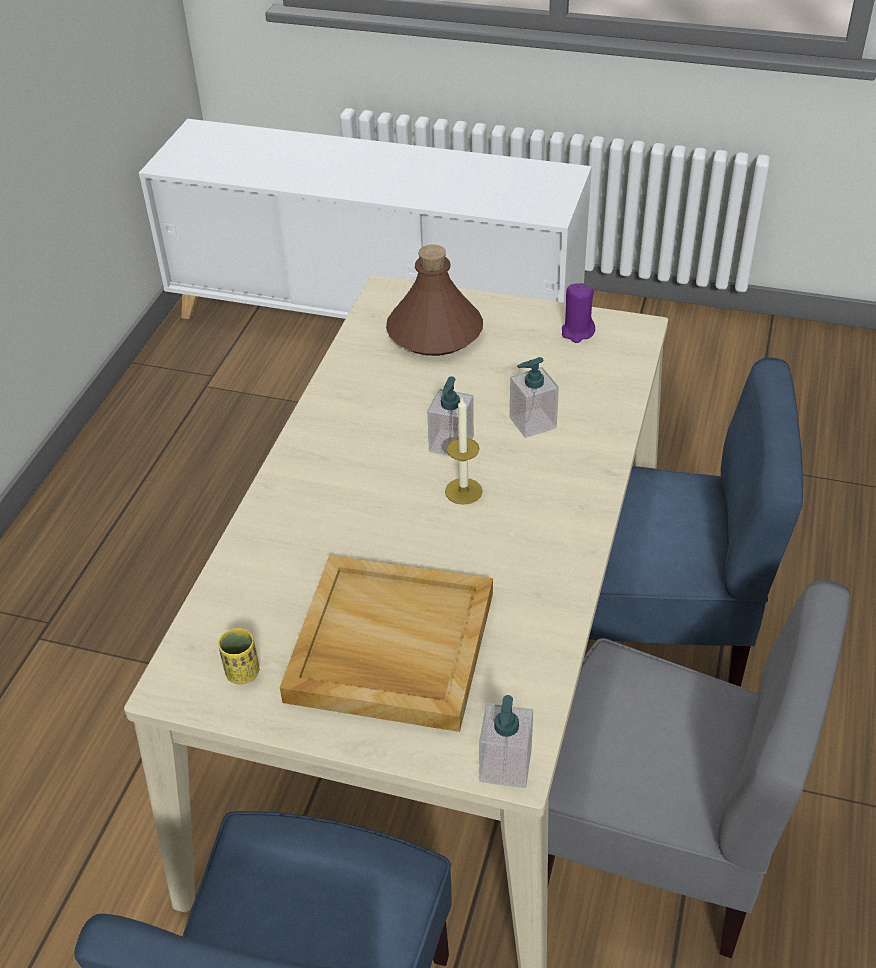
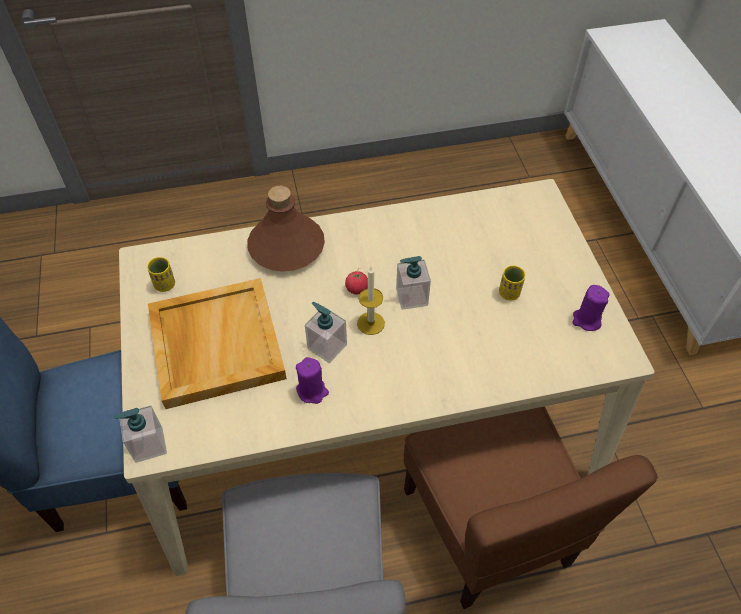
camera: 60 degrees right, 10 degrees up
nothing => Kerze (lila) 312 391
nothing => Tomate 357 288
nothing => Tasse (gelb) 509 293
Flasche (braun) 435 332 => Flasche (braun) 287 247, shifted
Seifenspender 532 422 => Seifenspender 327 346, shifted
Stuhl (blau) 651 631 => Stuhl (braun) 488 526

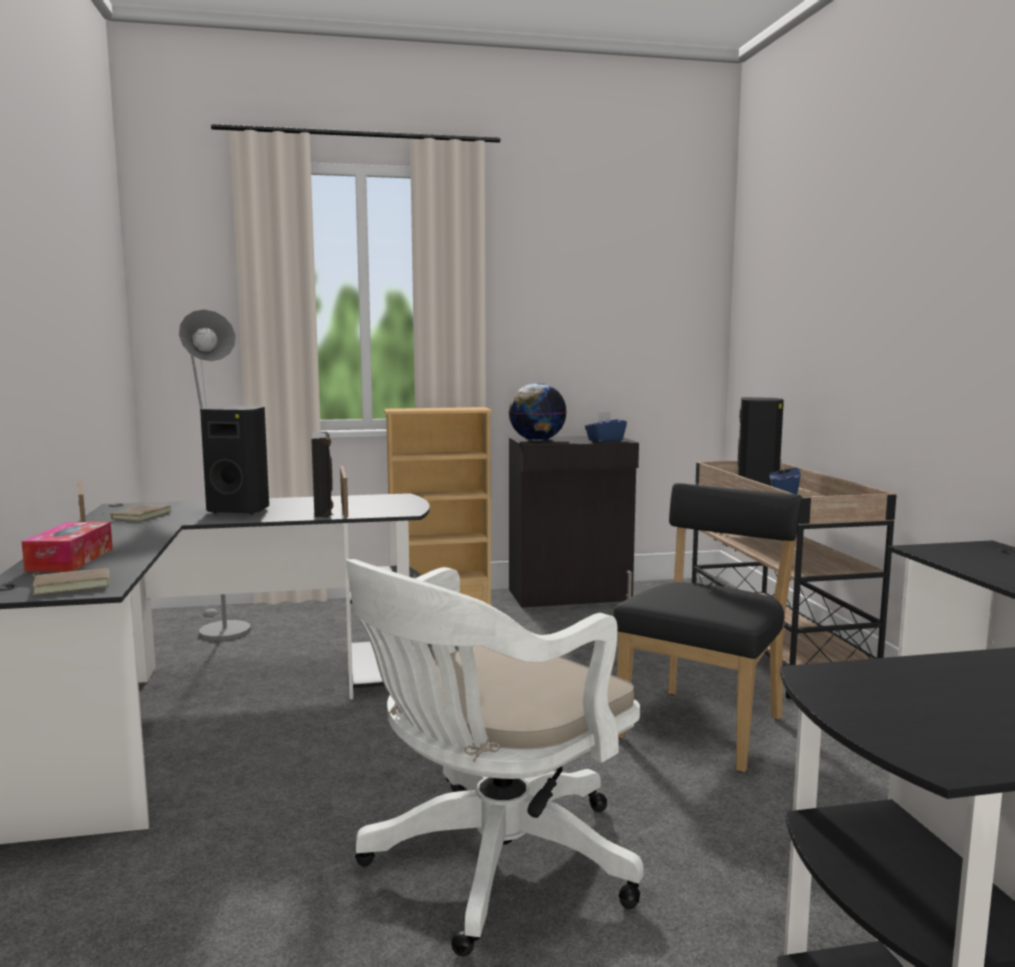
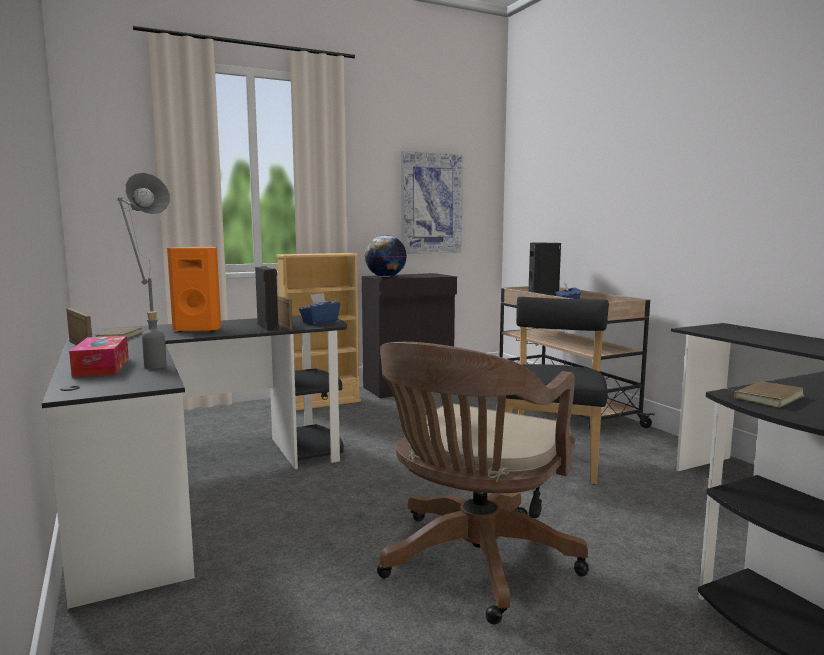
camera: 15 degrees left, 0 degrees up
nothing => Flasche (grau) 155 366
nothing => Bild 431 203
Buch (braun) 73 585 => Buch (braun) 766 397, shifted
Taschentuchbox (blau) 605 440 => Taschentuchbox (blau) 319 322, shifted
Lautsprecher (schwarz) 240 510 => Lautsprecher (orange) 199 329
Bürostuhl (weiß) 490 866 => Bürostuhl (braun) 473 564

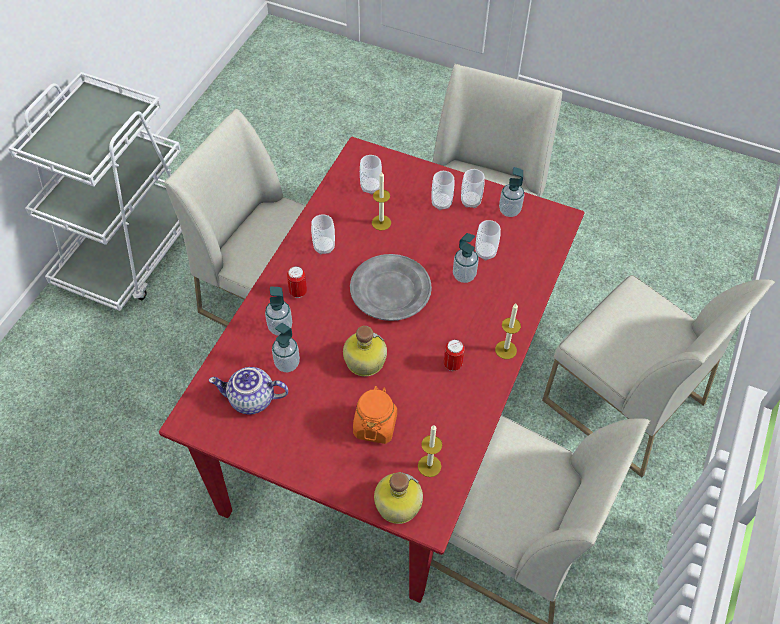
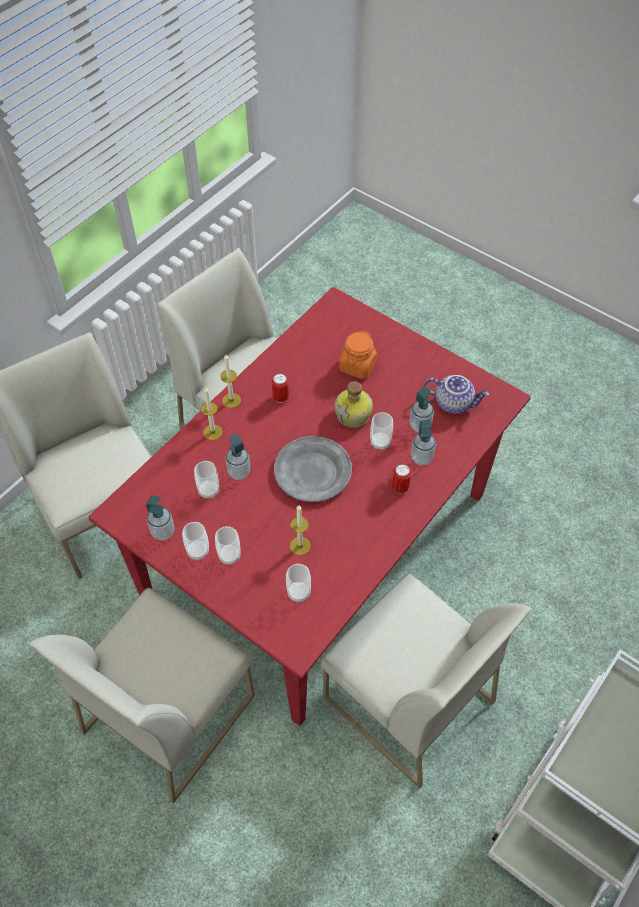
camera: 165 degrees left, 0 degrees up
Flasche 396 504 => nothing
Tasse 324 247 => Tasse 380 442, shifted
Kerze 429 466 => Kerze 213 432, shifted

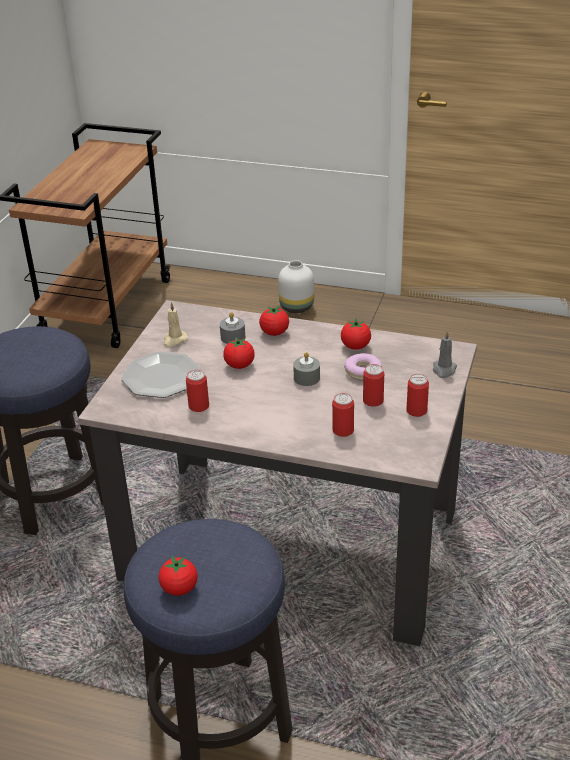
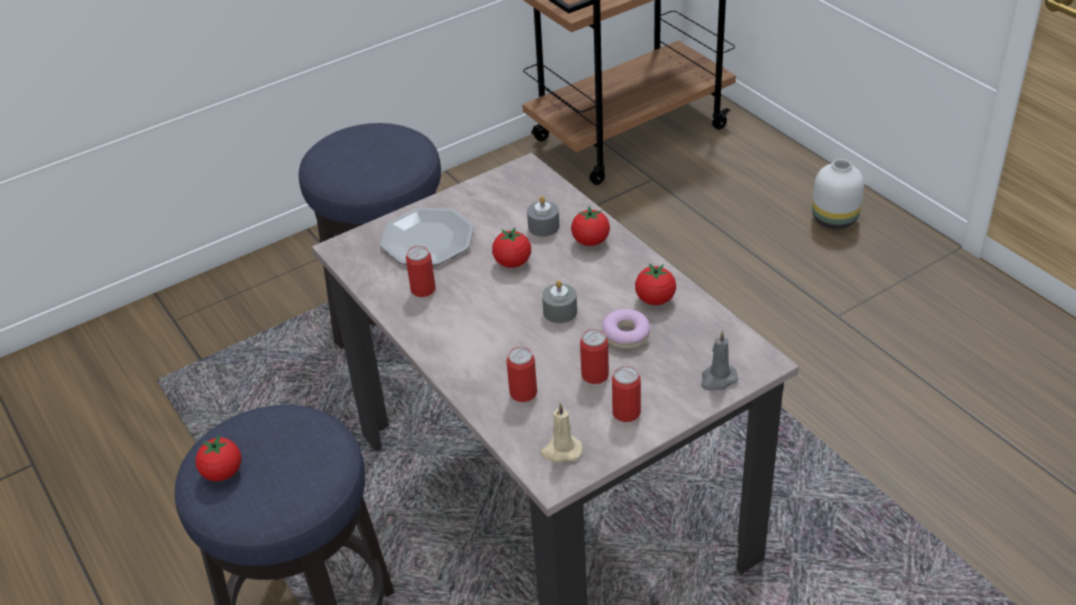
camera: 40 degrees right, 5 degrees up
Kerze (beige) 174 340 => Kerze (beige) 561 451, shifted

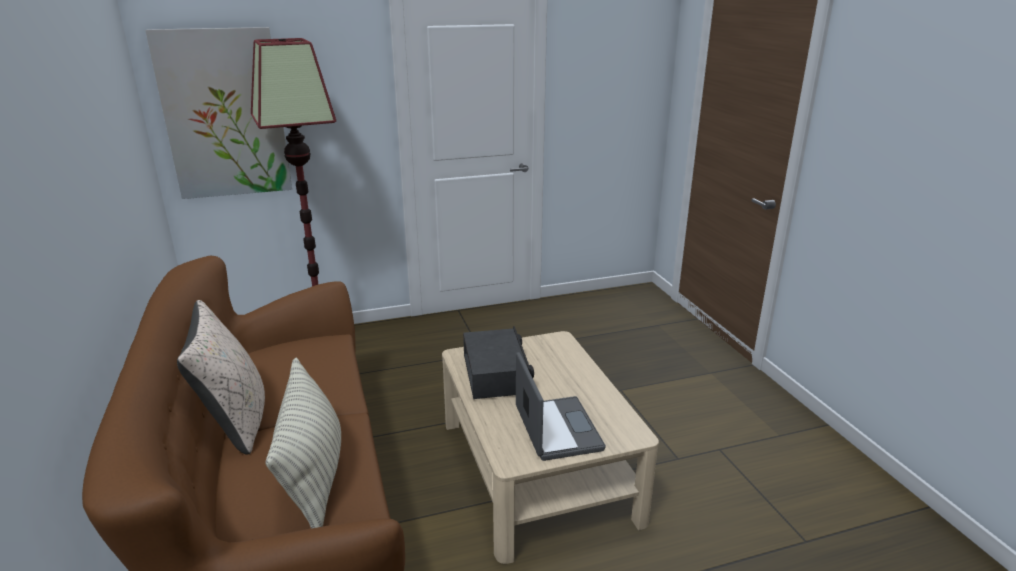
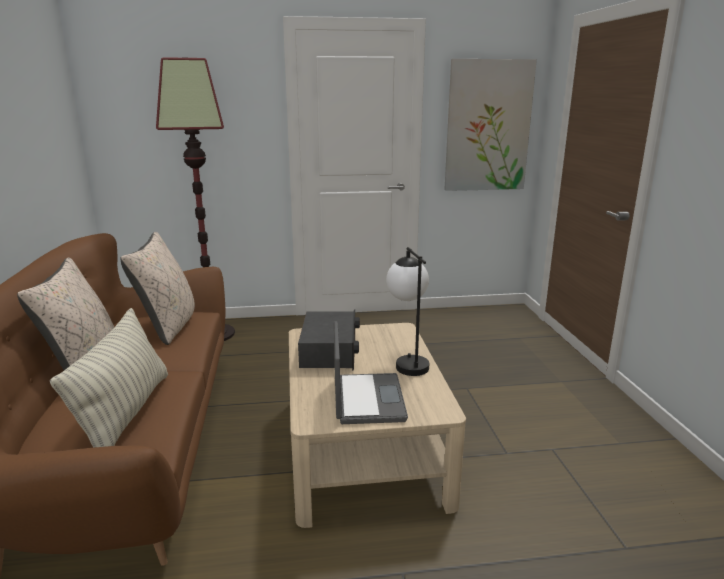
camera: 10 degrees right, 5 degrees down
nothing => Kissen (beige) 168 326
nothing => Tischlampe 407 361
Bild 224 114 => Bild 488 126, shifted

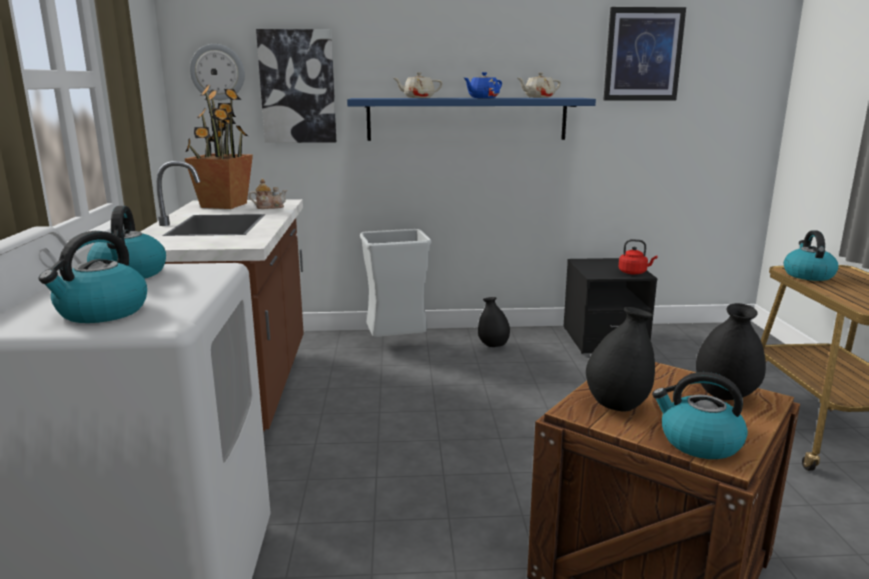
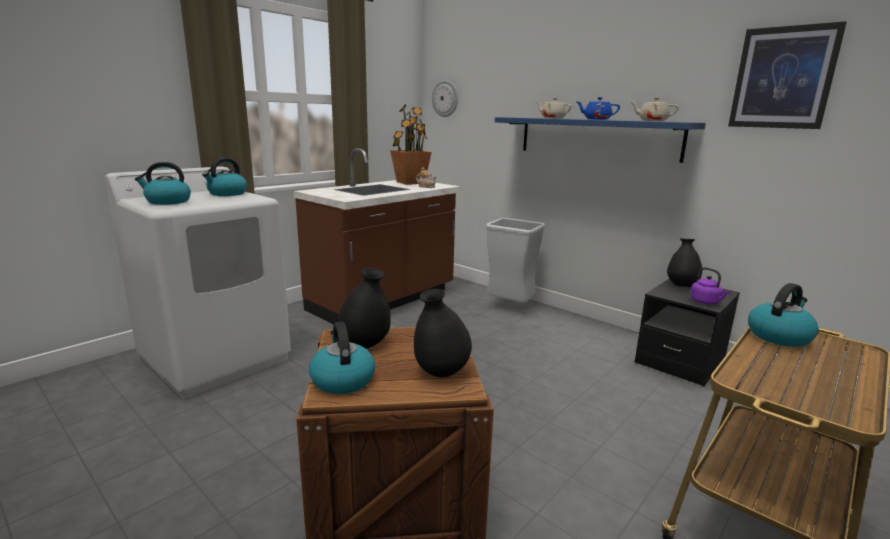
camera: 45 degrees right, 0 degrees up
Bild 298 87 => nothing
Vase (schwarz) 493 346 => Vase (schwarz) 681 286, shifted
Wasserkessel (rot) 634 272 => Wasserkessel (lila) 706 302

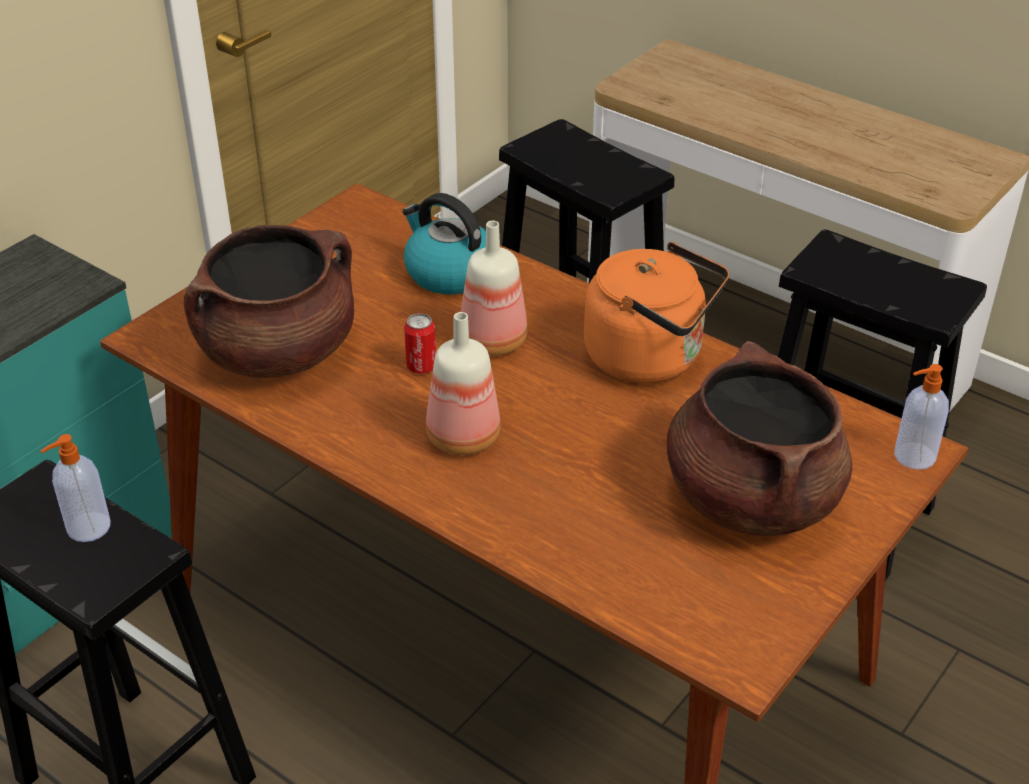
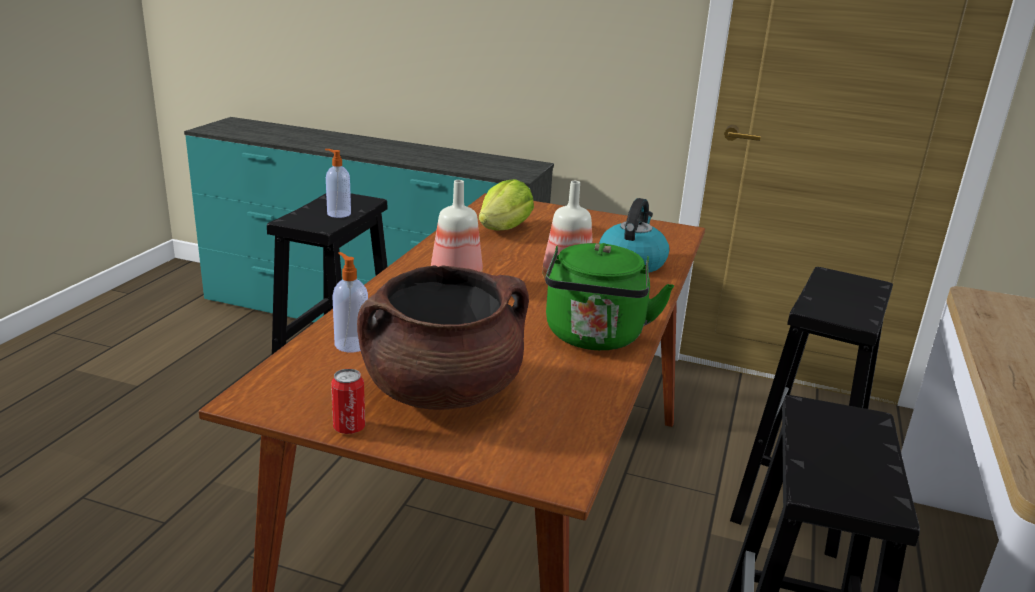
camera: 70 degrees right, 15 degrees down
Dose 421 367 => Dose 349 428, shifted
Seifenspender 913 456 => Seifenspender 351 344, shifted
Kochtopf (braun) 278 352 => Salatkopf 505 229
Wasserkessel (orange) 650 358 => Wasserkessel (grün) 594 338

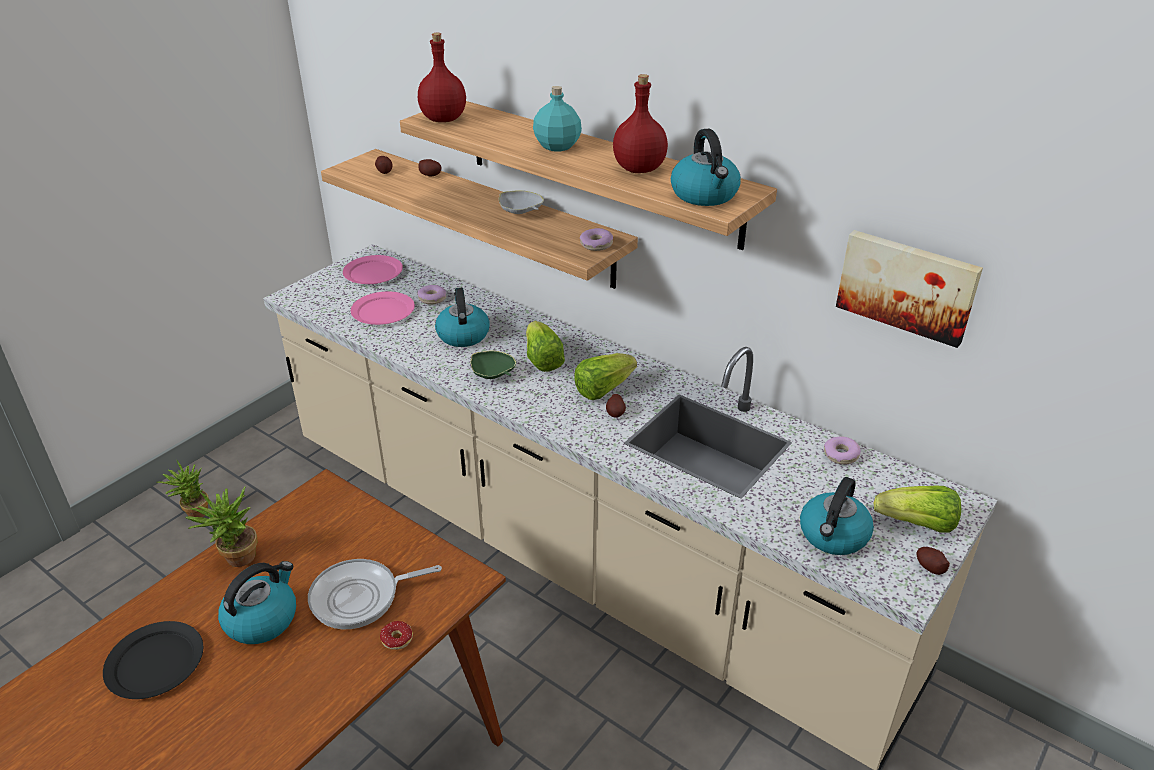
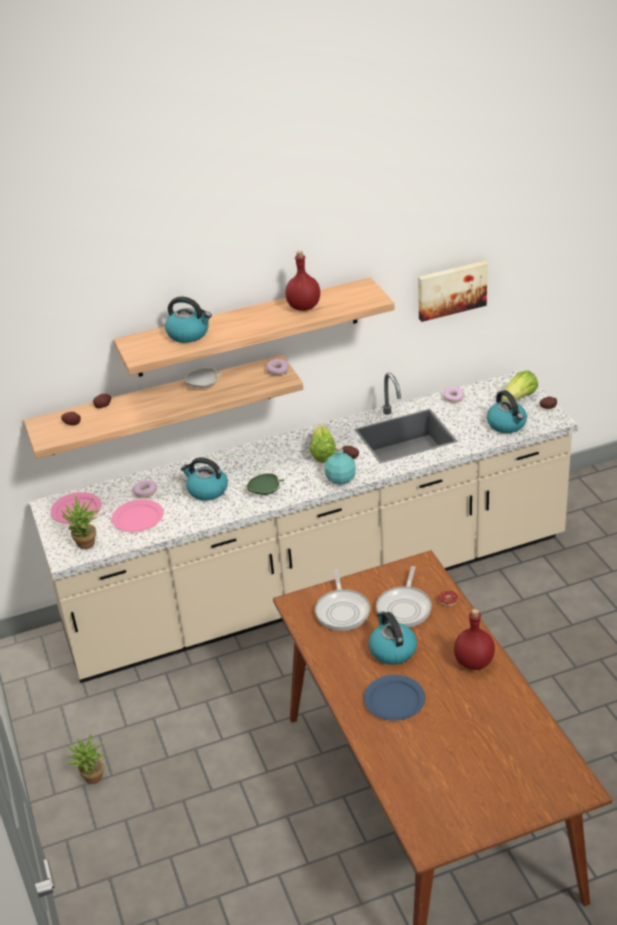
camera: 55 degrees left, 0 degrees up
Salatkopf 542 360 => nothing
nothing => Pfanne 342 610
Topfpflanze 235 560 => Topfpflanze 86 546, shifted
Flasche (rot) 443 119 => Flasche (rot) 474 662, shifted
Flasche (türkis) 558 146 => Flasche (türkis) 341 479, shifted
Wasserkessel 705 195 => Wasserkessel 189 334, shifted
Teller (schwarz) 155 662 => Teller (blau) 394 700

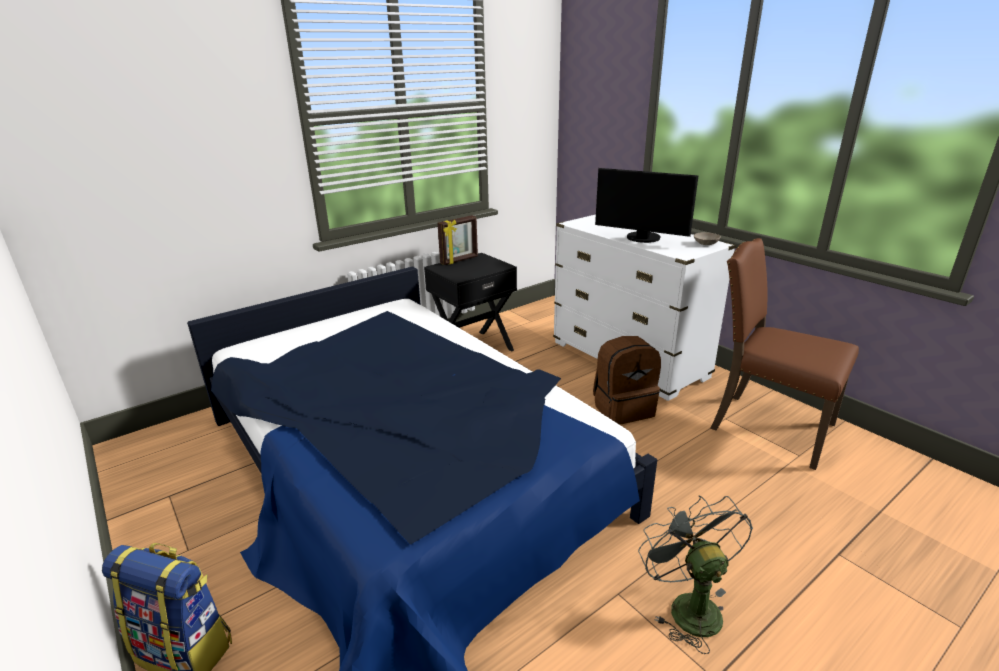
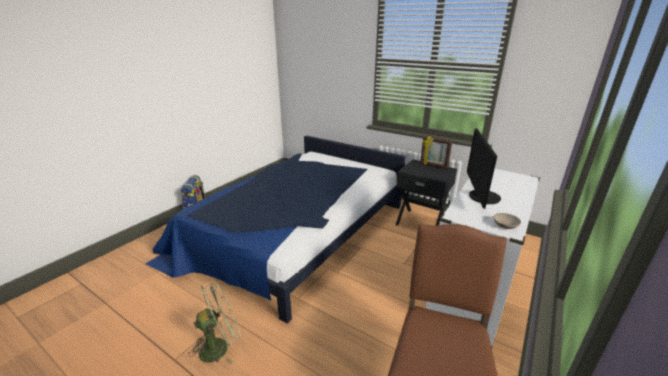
camera: 70 degrees right, 0 degrees up
Rucksack (braun) 623 408 => nothing
Ventilator (grau) 687 606 => Ventilator (grün) 220 346

